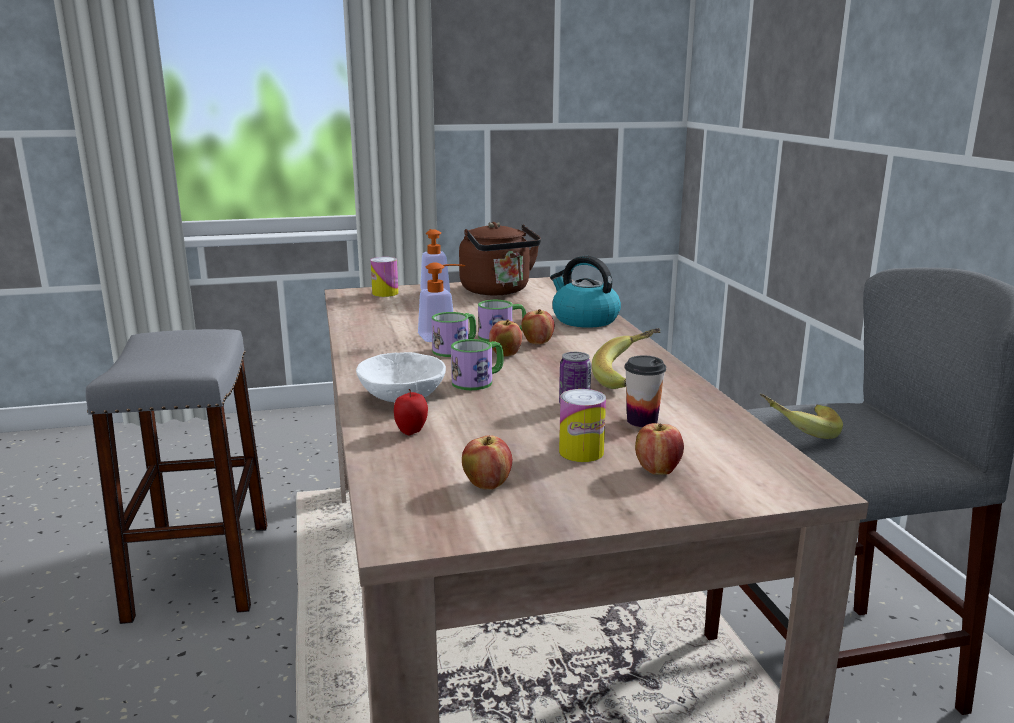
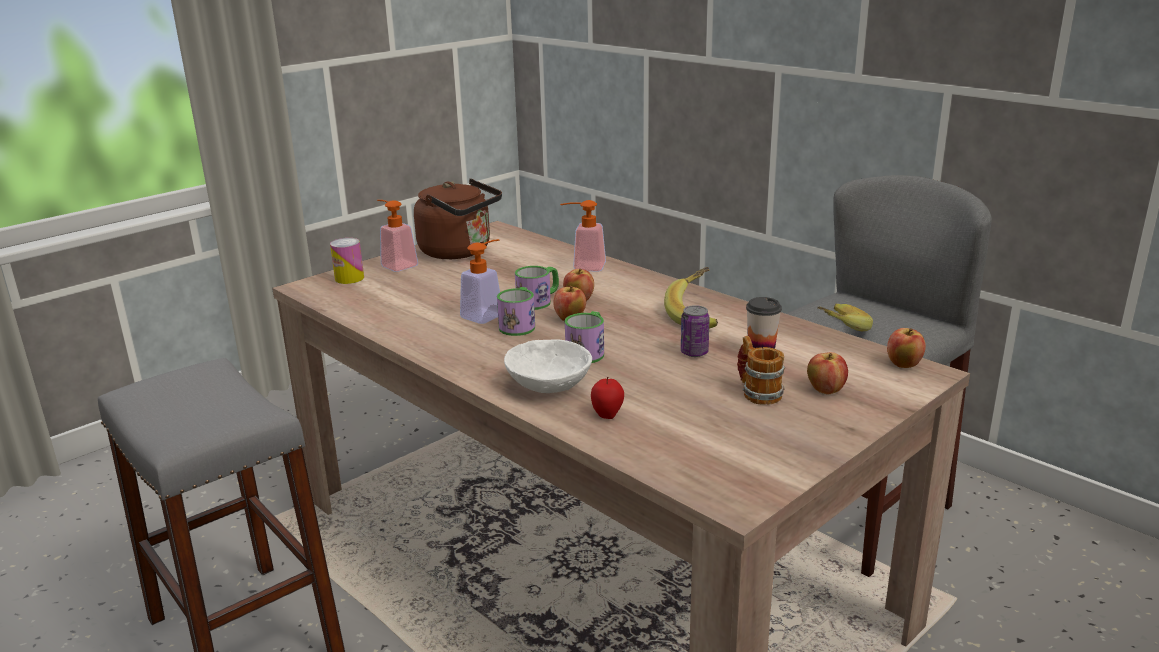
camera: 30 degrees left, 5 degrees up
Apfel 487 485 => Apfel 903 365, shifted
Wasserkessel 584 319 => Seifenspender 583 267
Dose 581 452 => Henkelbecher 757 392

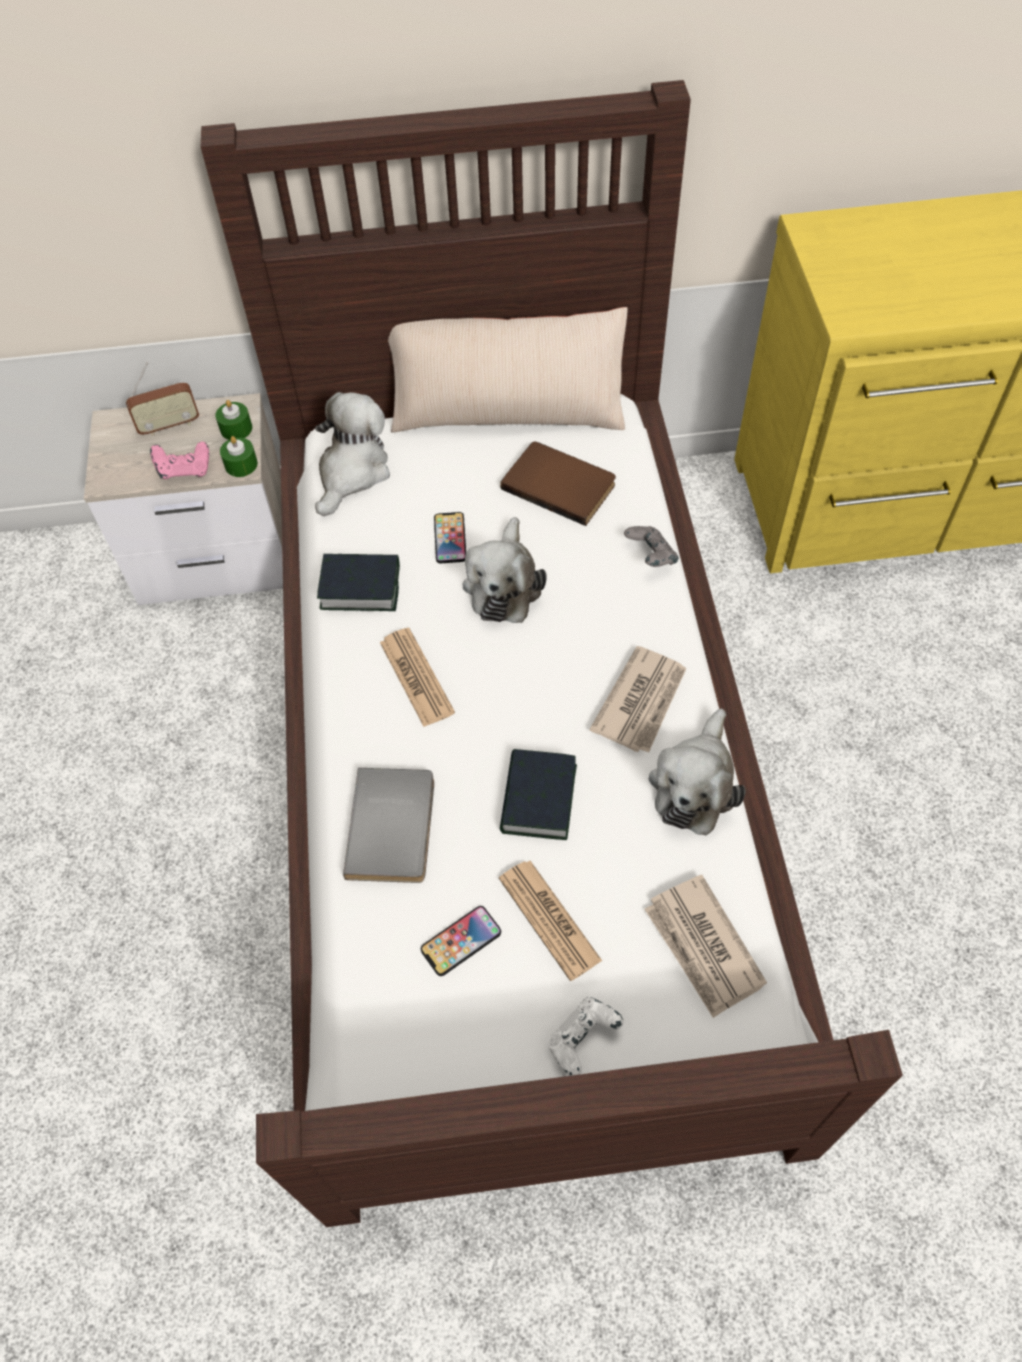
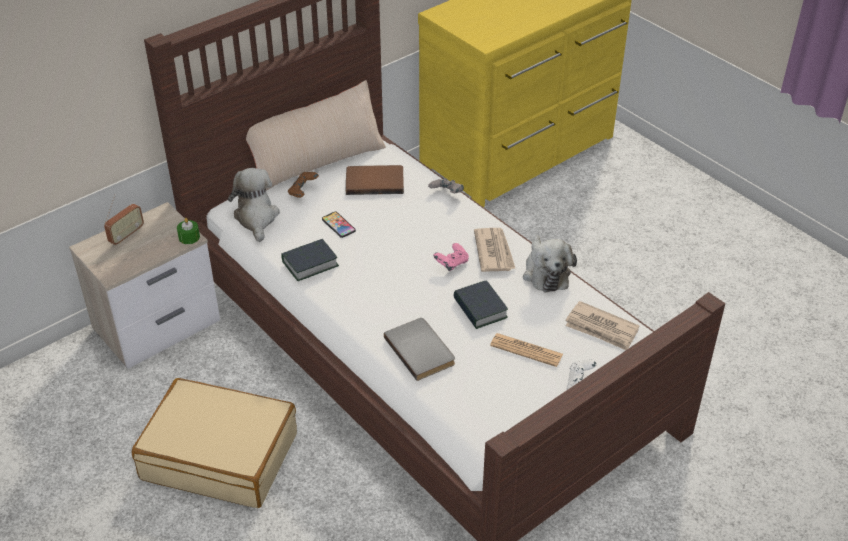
camera: 35 degrees left, 15 degrees down
Kerze (grün) 236 428 => nothing
Zeitung 416 677 => nothing
Handy 461 941 => nothing
Plüschtier 504 584 => nothing
nothing => Koffer (beige) 220 455
nothing => Gamepad (braun) 303 192
Gamepad (rosa) 185 470 => Gamepad (rosa) 451 264, shifted

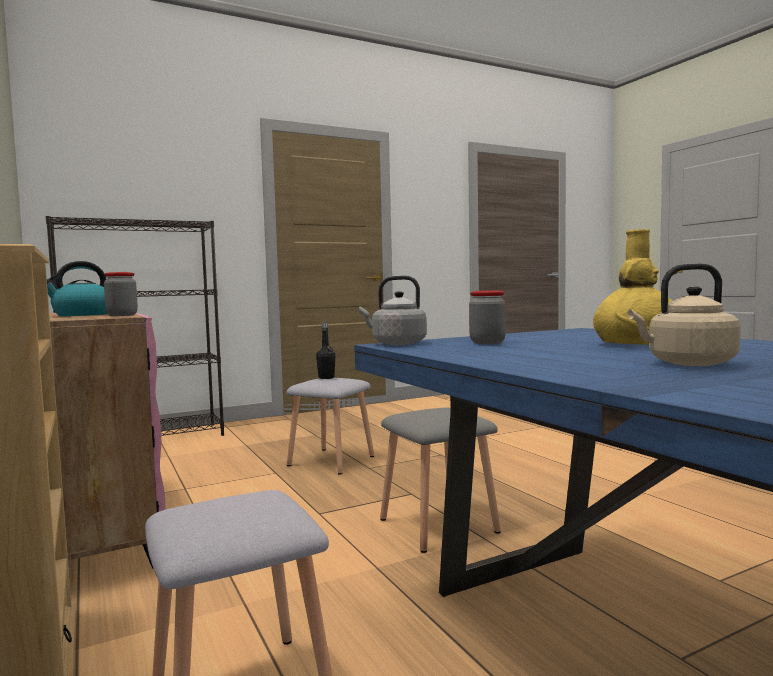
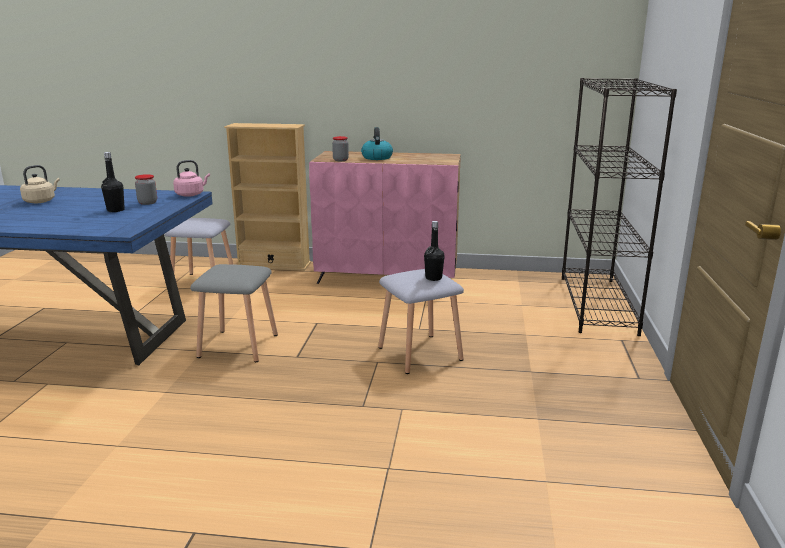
camera: 125 degrees right, 15 degrees up
Vase (gelb) 635 344 => nothing
nothing => Flasche (schwarz) 115 210
Wasserkessel (grau) 396 343 => Wasserkessel (rosa) 191 194

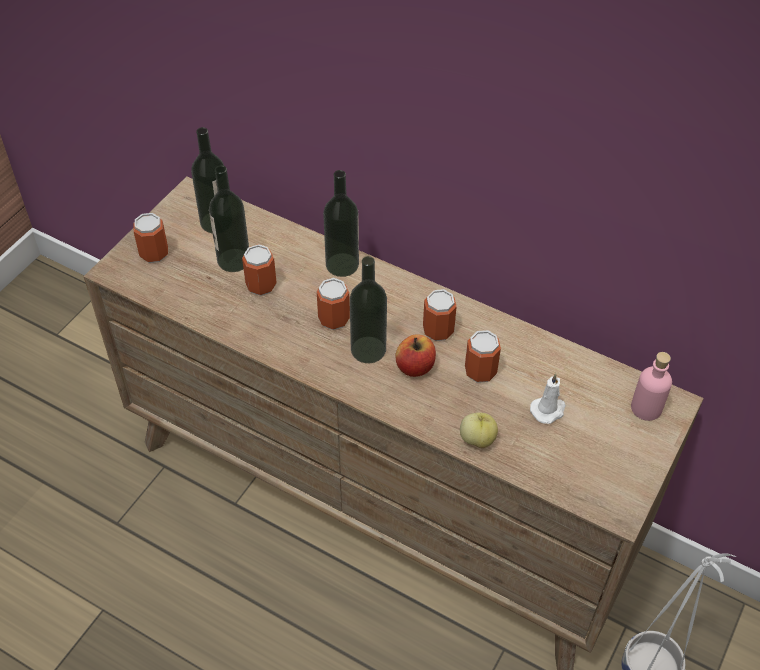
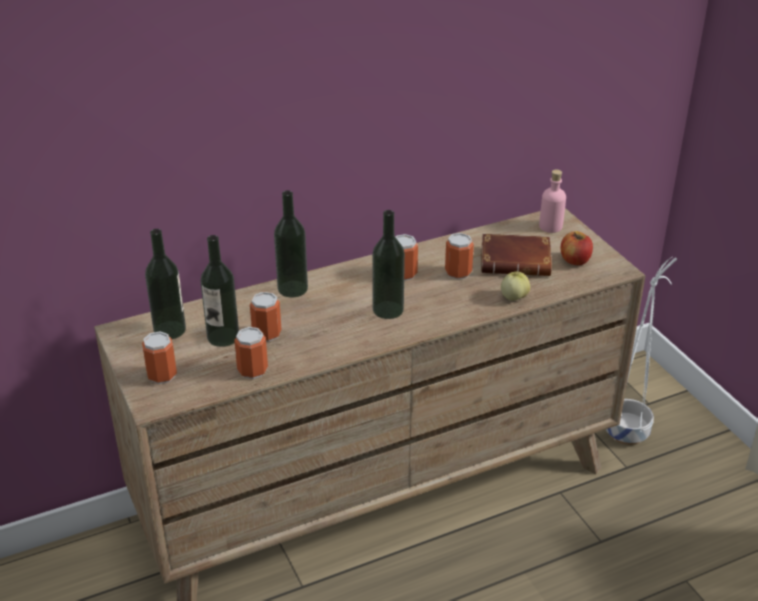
camera: 55 degrees left, 15 degrees down
Dose 334 319 => Dose 252 370, shifted
Apfel 415 367 => Apfel 575 260, shifted
Kerze (weiß) 548 410 => Buch (braun) 517 261

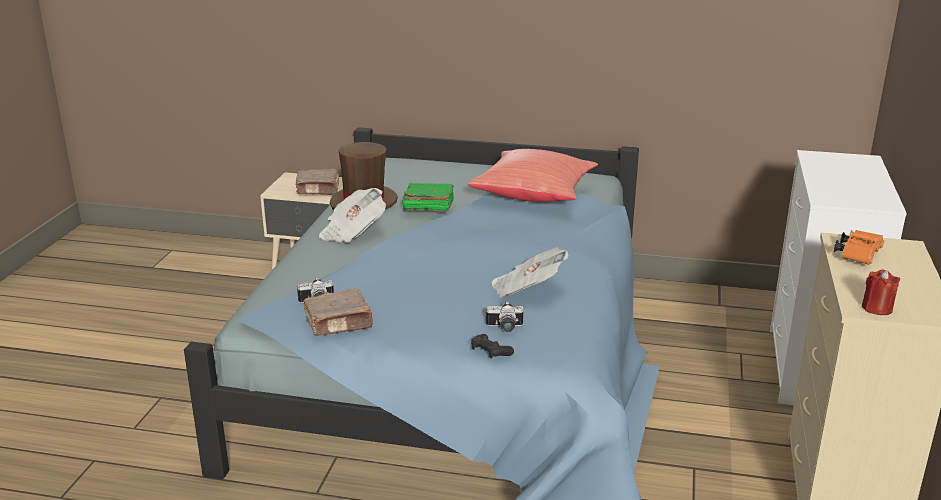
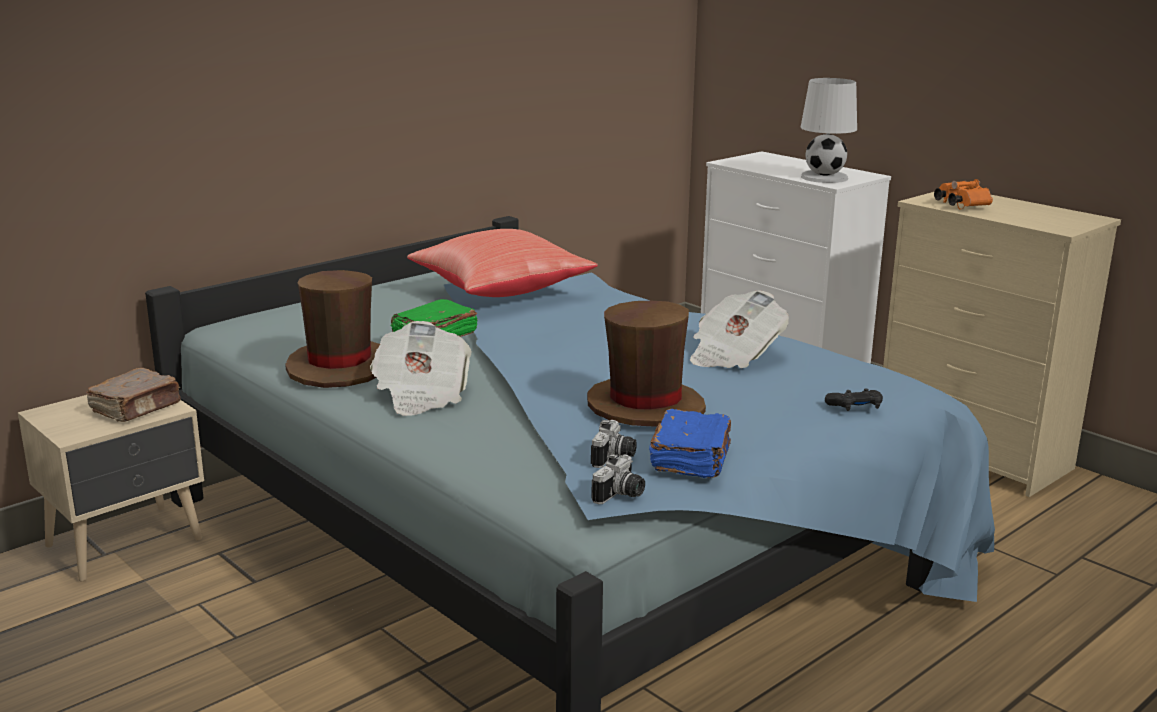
camera: 55 degrees left, 5 degrees down
Kerze (rot) 877 308 => nothing
nothing => Hut (braun) 645 406
nothing => Tischlampe (weiß) 824 177
Kamera 504 328 => Kamera 621 495, shifted
Buch (braun) 339 324 => Buch (blau) 691 460

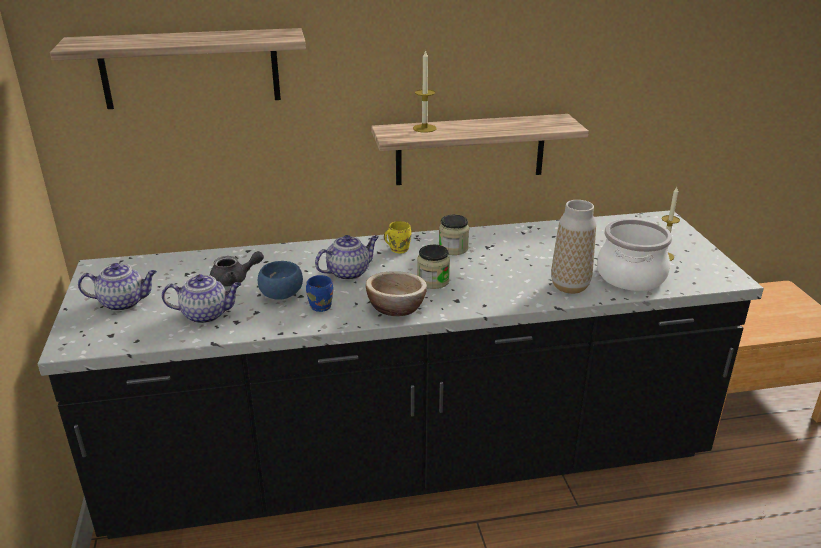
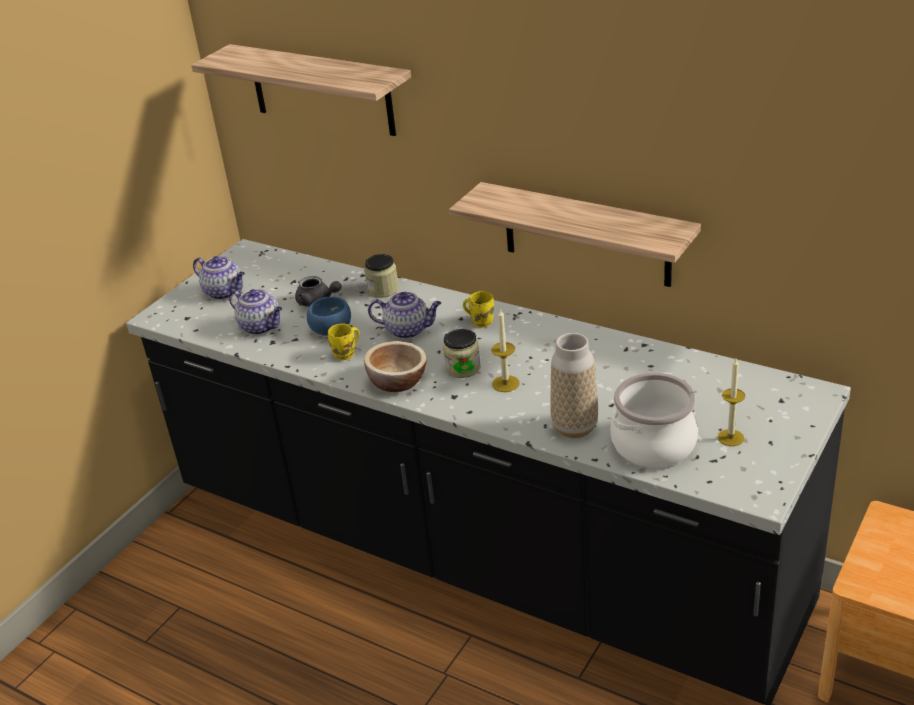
camera: 45 degrees right, 5 degrees up
Kerze 424 128 => Kerze 505 383, shifted
Vorratsglas 453 248 => Vorratsglas 383 289, shifted
Henkelbecher (blau) 322 306 => Henkelbecher (gelb) 346 354

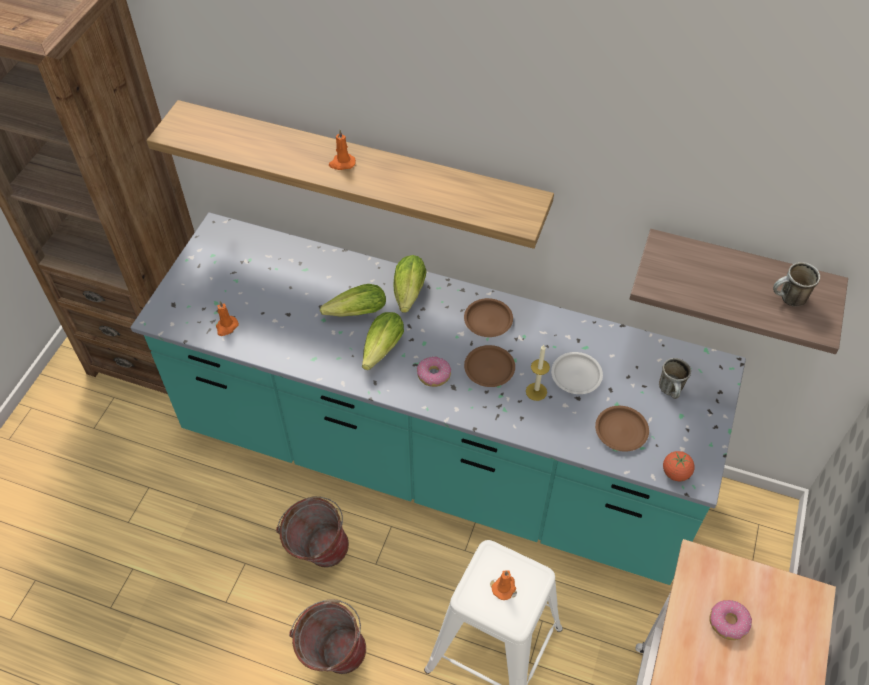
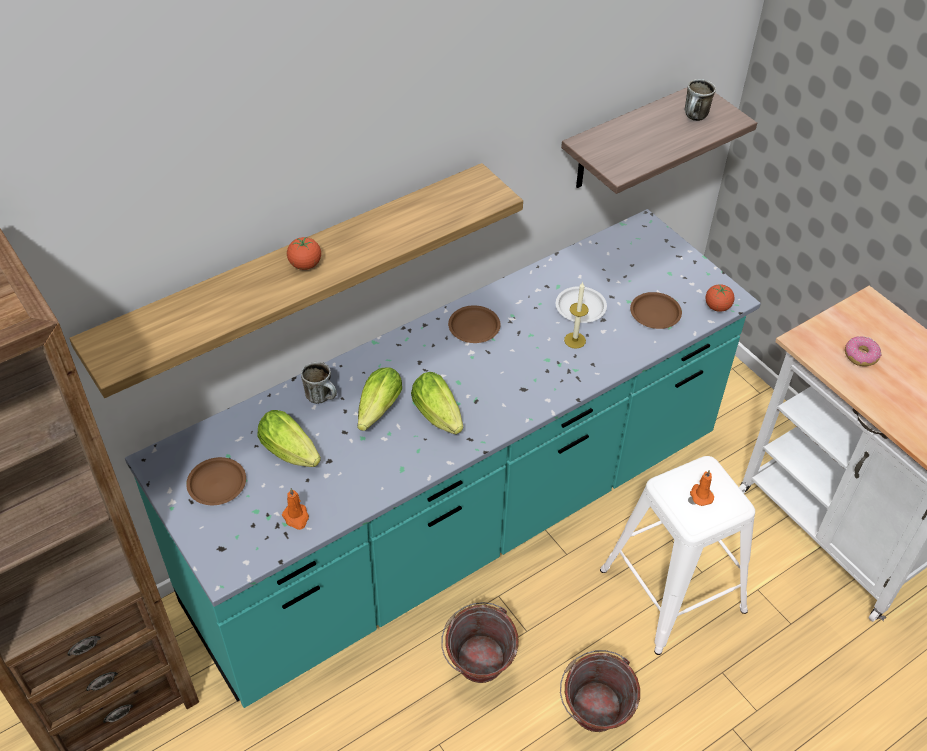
camera: 55 degrees left, 5 degrees down
Donut 434 375 => nothing
Salatkopf 408 295 => Salatkopf 292 453, shifted
Teller (braun) 489 368 => Teller (braun) 217 484, shifted
Henkelbecher 671 391 => Henkelbecher 323 397, shifted
Kerze (orange) 342 163 => Tomate 305 265

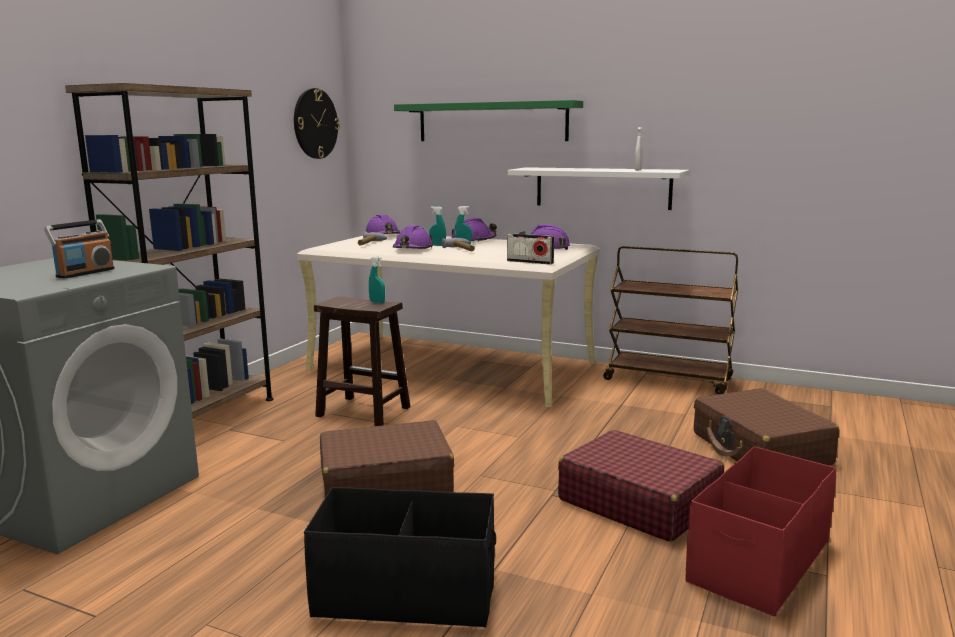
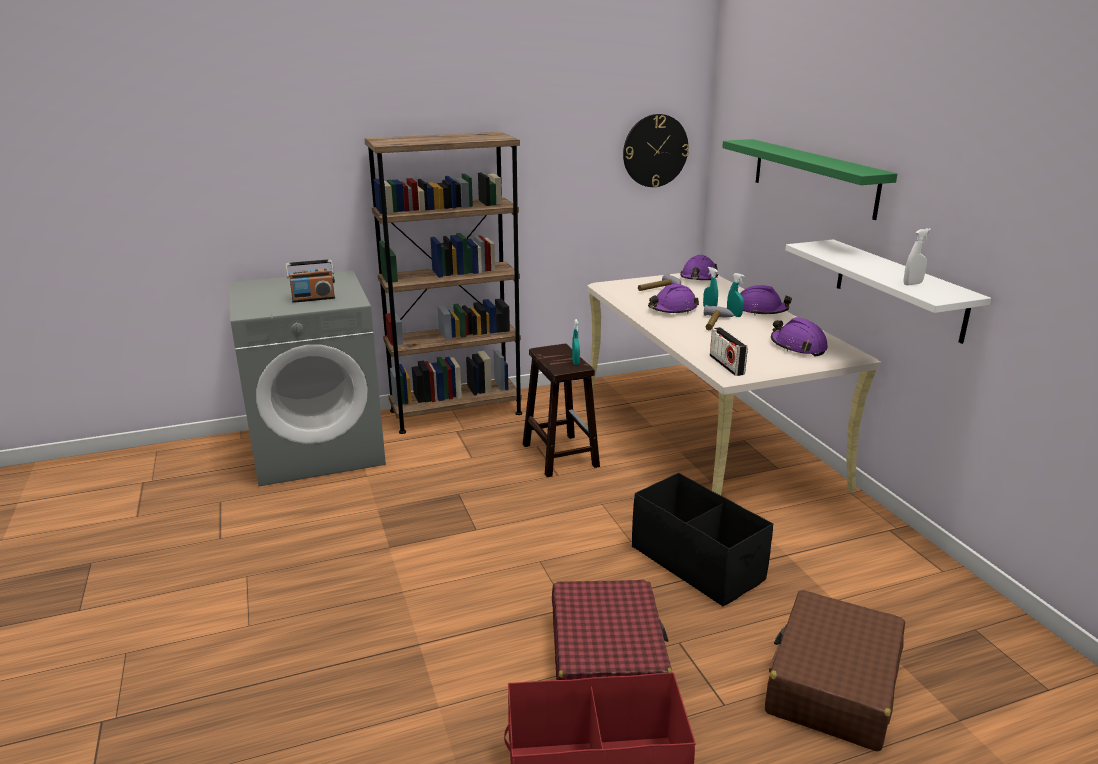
camera: 45 degrees right, 10 degrees up
Koffer (braun) 385 483 => nothing
Rollwagen (braun) 669 380 => nothing
Aufbewahrungsbox (schwarz) 406 594 => Aufbewahrungsbox (schwarz) 697 563, shifted

